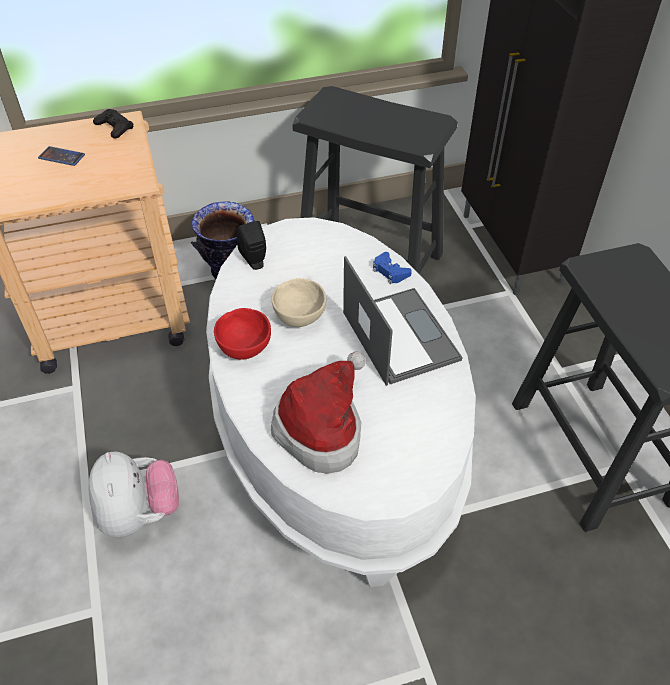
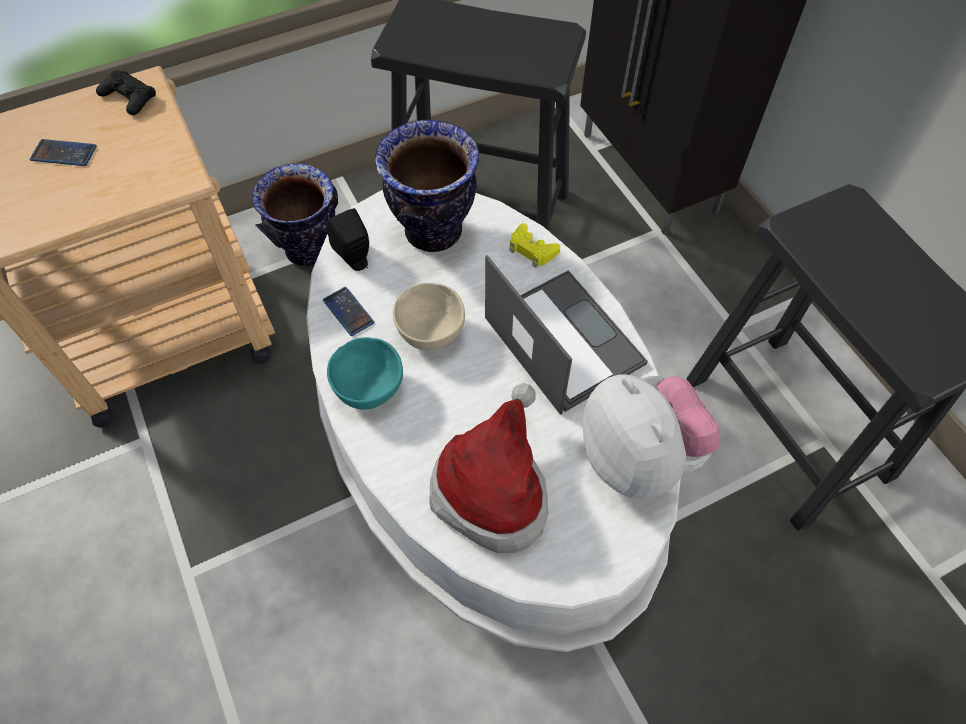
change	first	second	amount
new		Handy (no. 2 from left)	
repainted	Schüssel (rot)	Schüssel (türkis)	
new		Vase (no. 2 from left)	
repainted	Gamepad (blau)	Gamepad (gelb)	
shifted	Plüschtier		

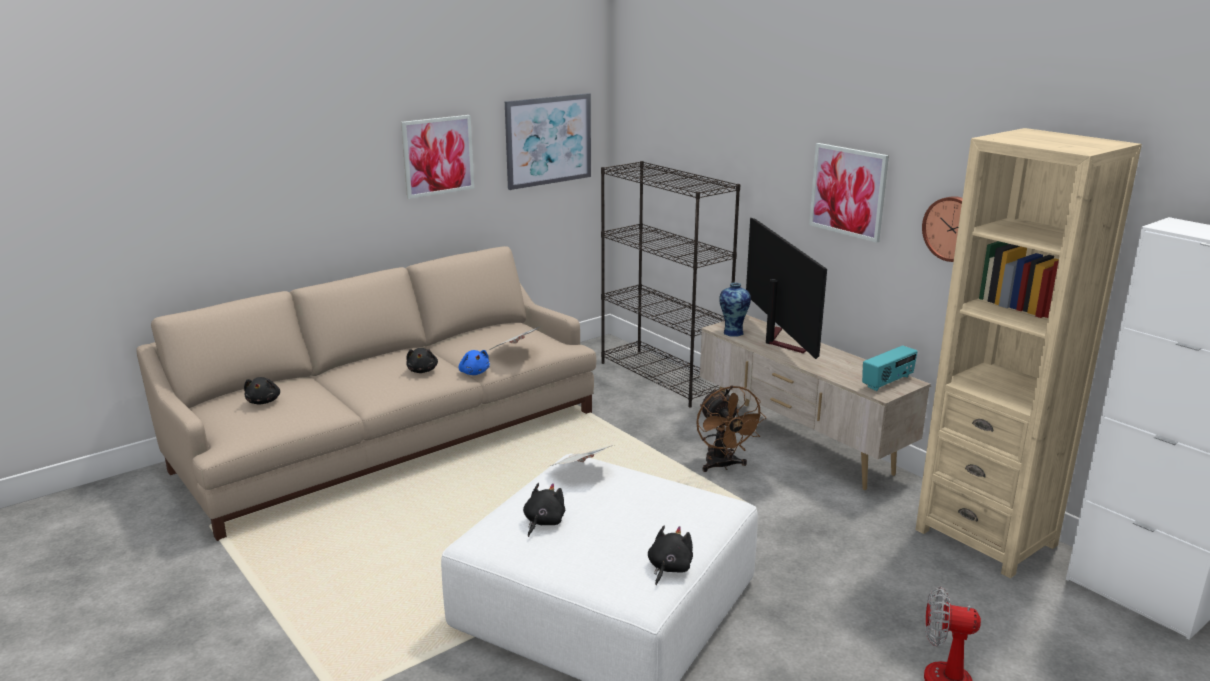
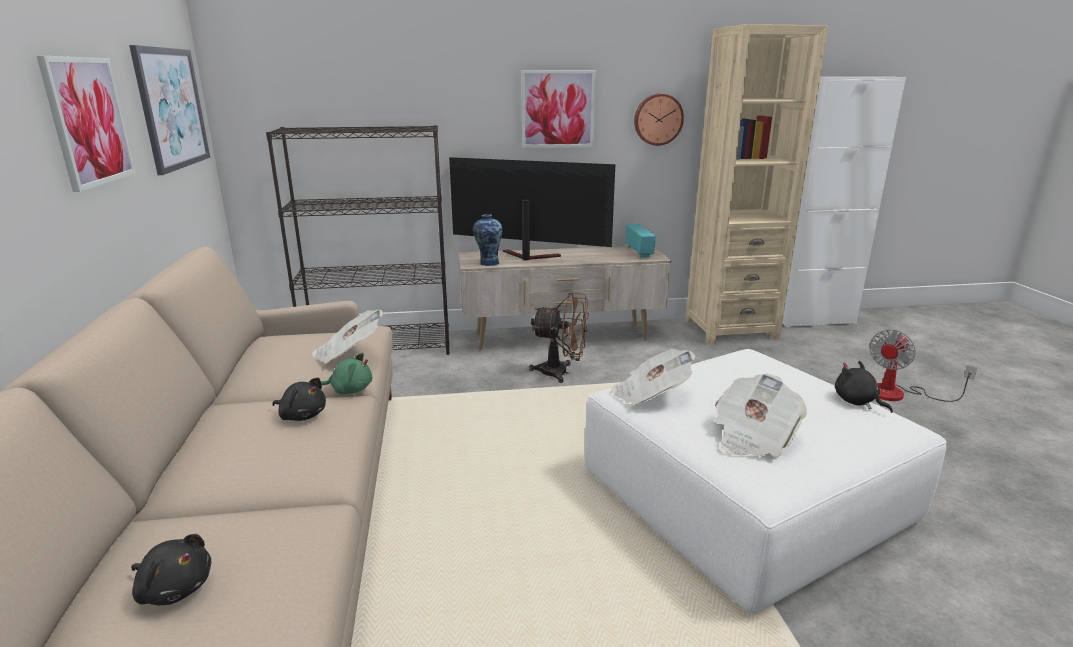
change	first	second	amount
repainted	Plüschtier (blau)	Plüschtier (grün)	
swapped	Plüschtier (schwarz) (no. 3 from left)	Zeitung (no. 3 from left)	

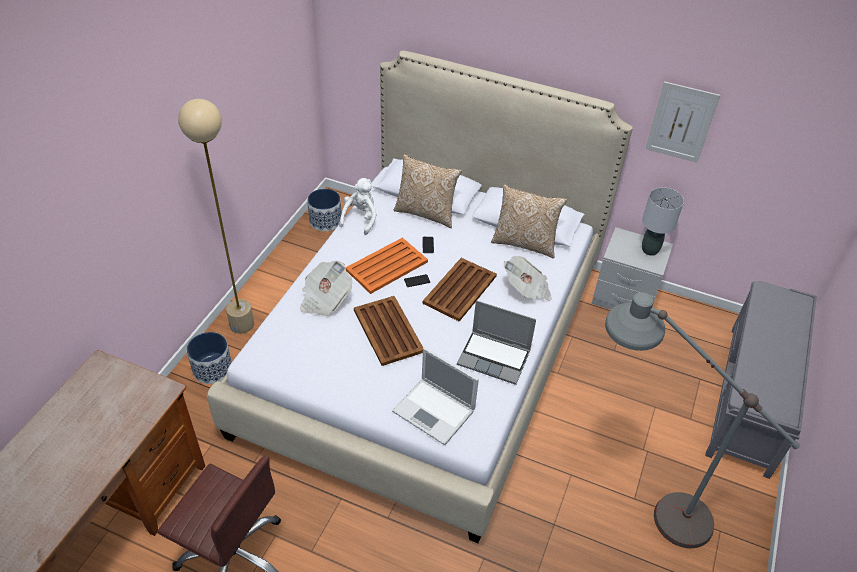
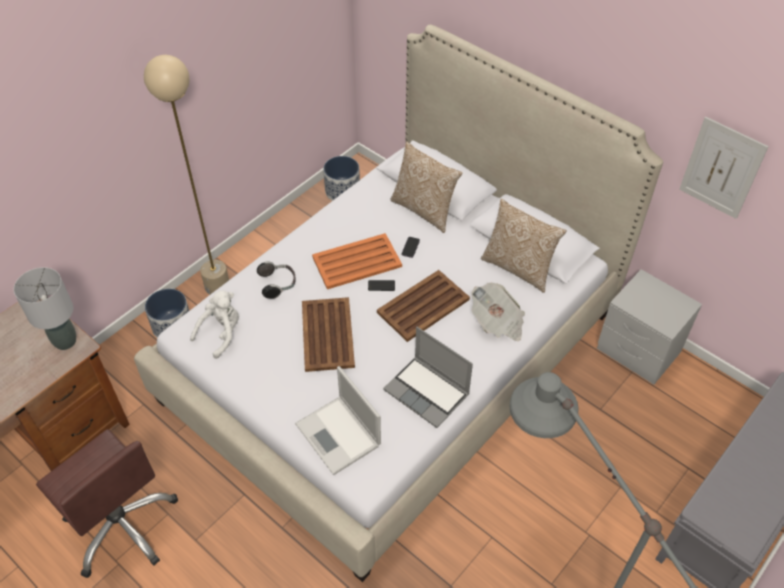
change	first	second	amount
shifted	Tischlampe (grau)		
shifted	Plüschtier (weiß)		
swapped	Zeitung (no. 1 from left)	Kopfhörer	

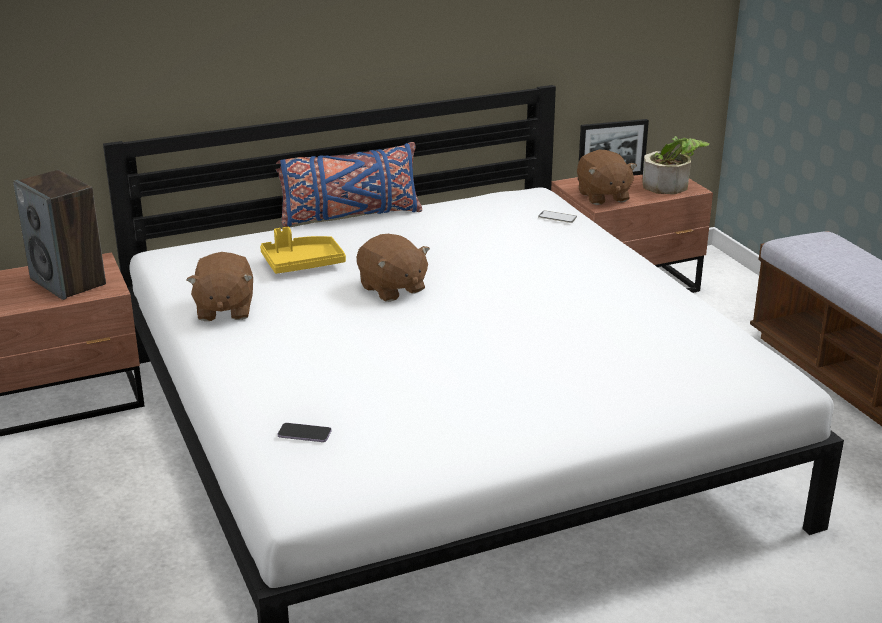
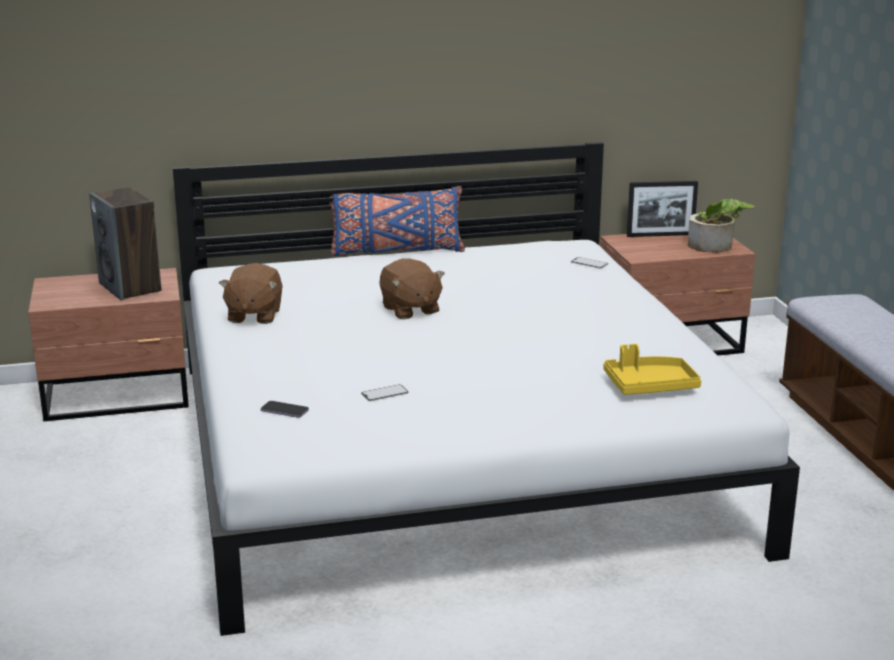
change	first	second	amount
new		Handy (no. 2 from left)	
shifted	Tablett (gelb)		
gone	Plüschtier (braun) (no. 3 from left)		

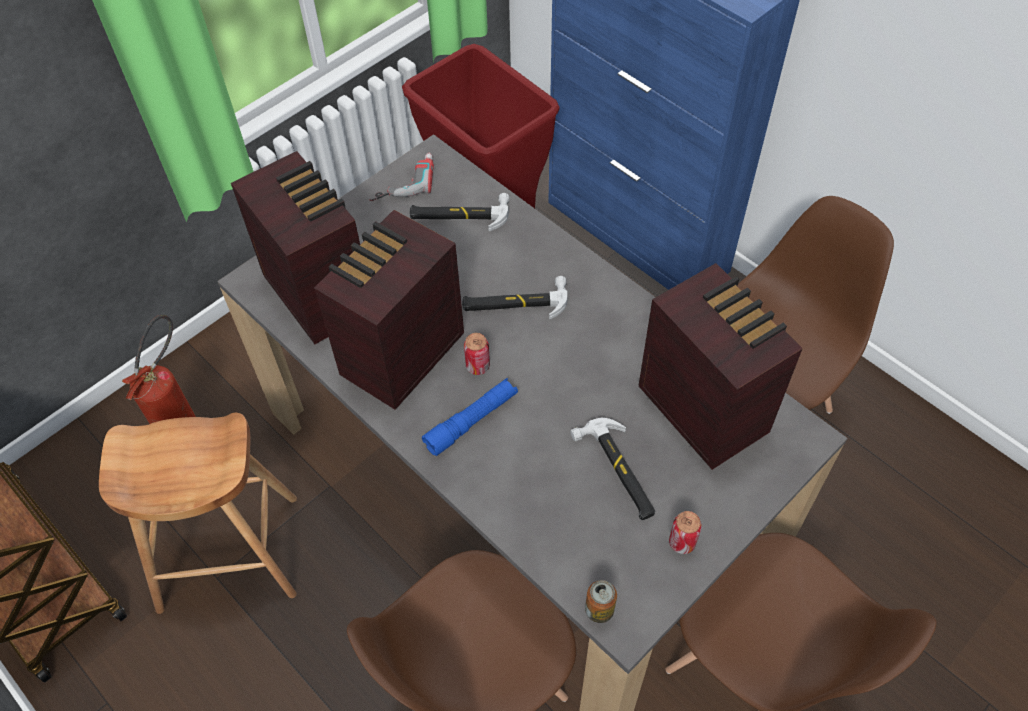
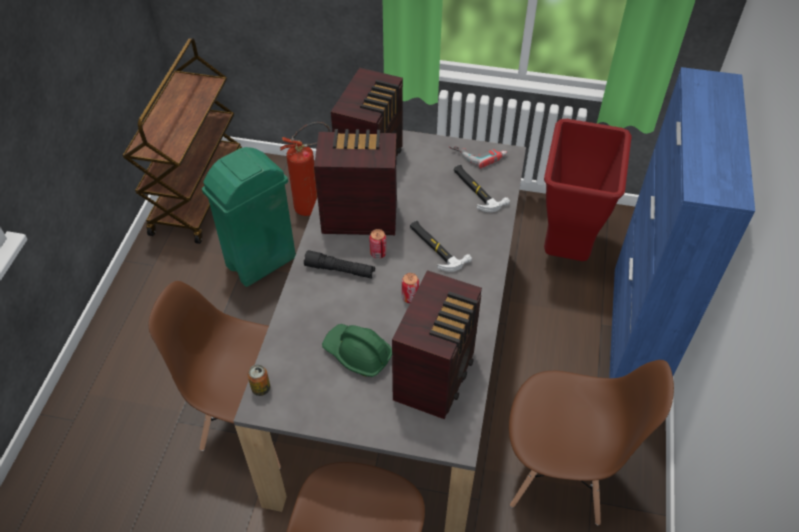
change	first	second	amount
swapped	Hocker (braun)	Mülleimer (grün)	
repainted	Taschenlampe (blau)	Taschenlampe (schwarz)	
swapped	Hammer (no. 3 from left)	Schutzhelm (grün)	
shifted	Dose (no. 3 from left)		

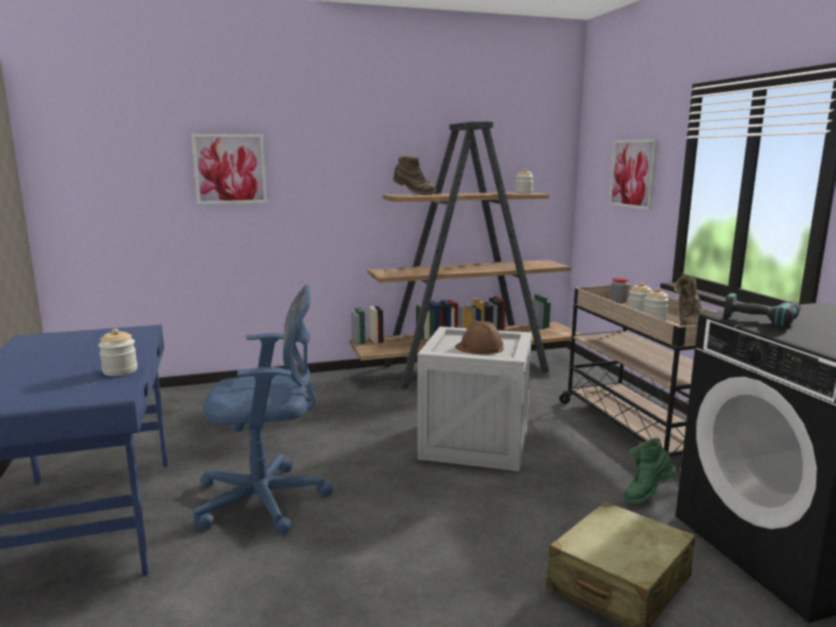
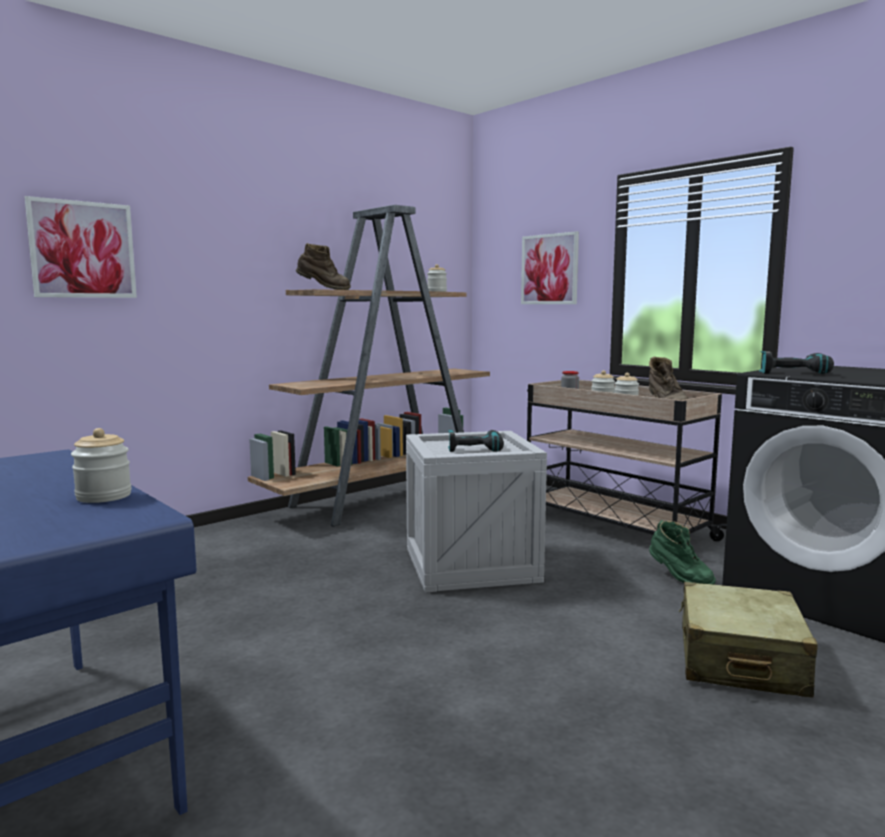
change	first	second	amount
swapped	Schutzhelm (braun)	Bohrmaschine (no. 1 from left)	
rotated	Stiefel (grün)		75 degrees counterclockwise
gone	Bürostuhl (blau)		

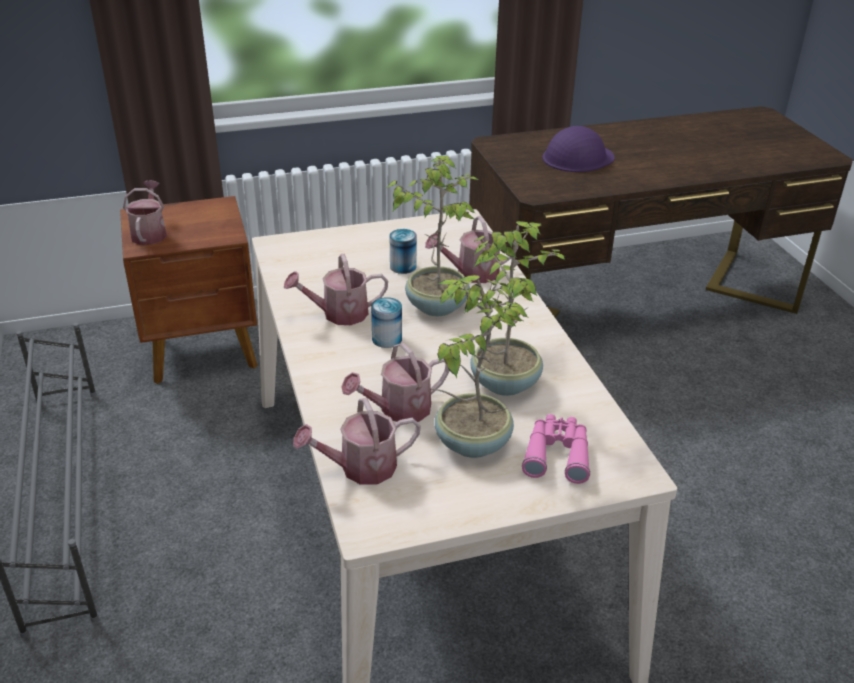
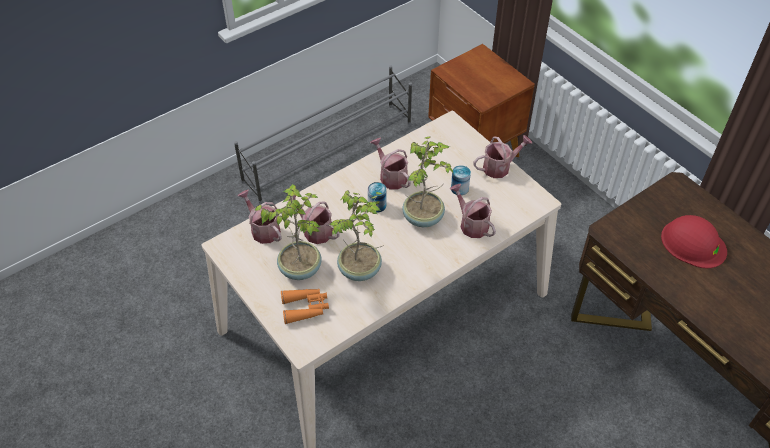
change	first	second	amount
repainted	Fernglas (rosa)	Fernglas (orange)	
shifted	Gießkanne (no. 1 from left in the first image)	Gießkanne (no. 5 from left)	
repainted	Schutzhelm (lila)	Schutzhelm (rot)	

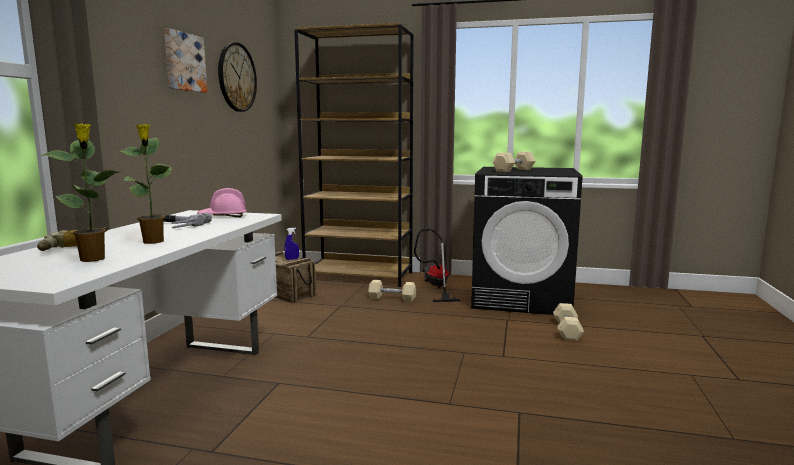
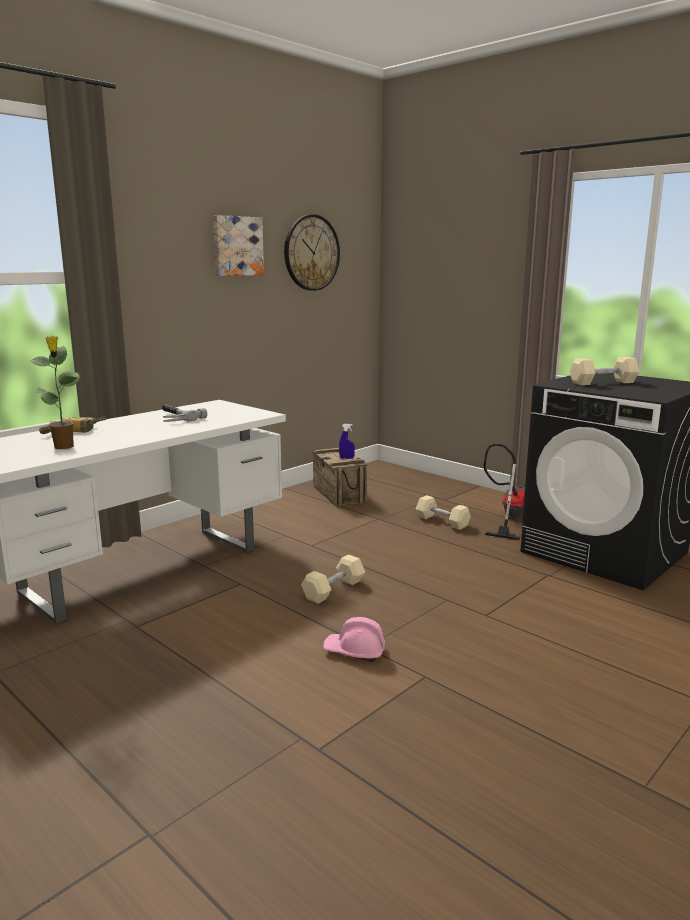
change	first	second	amount
shifted	Hantel (beige) (no. 3 from left in the first image)	Hantel (beige) (no. 1 from left)	
shifted	Schutzhelm (rosa)		
gone	Topfpflanze (no. 2 from left)		
gone	Bücherregal (braun)		

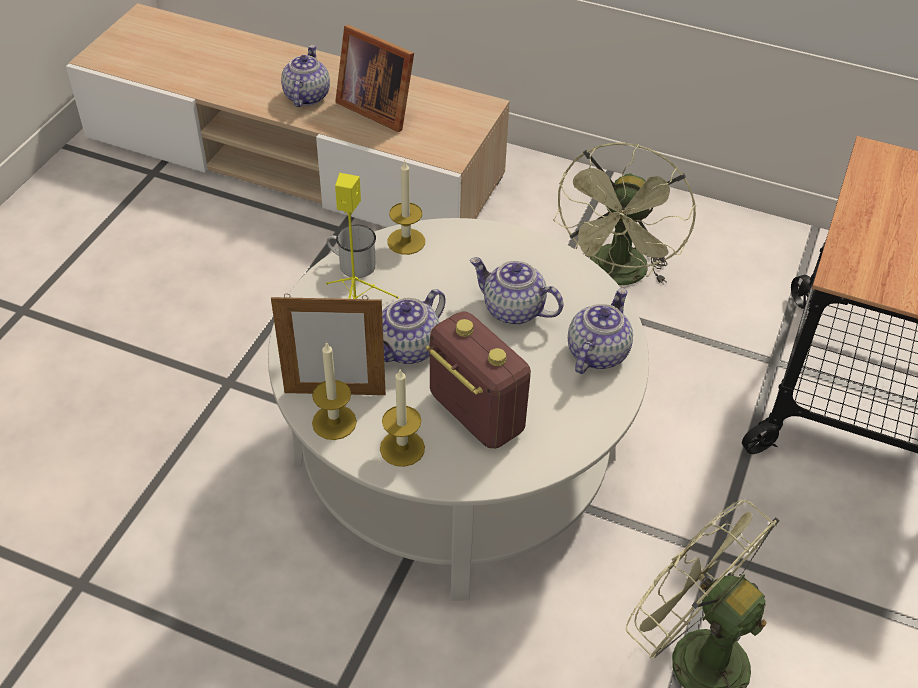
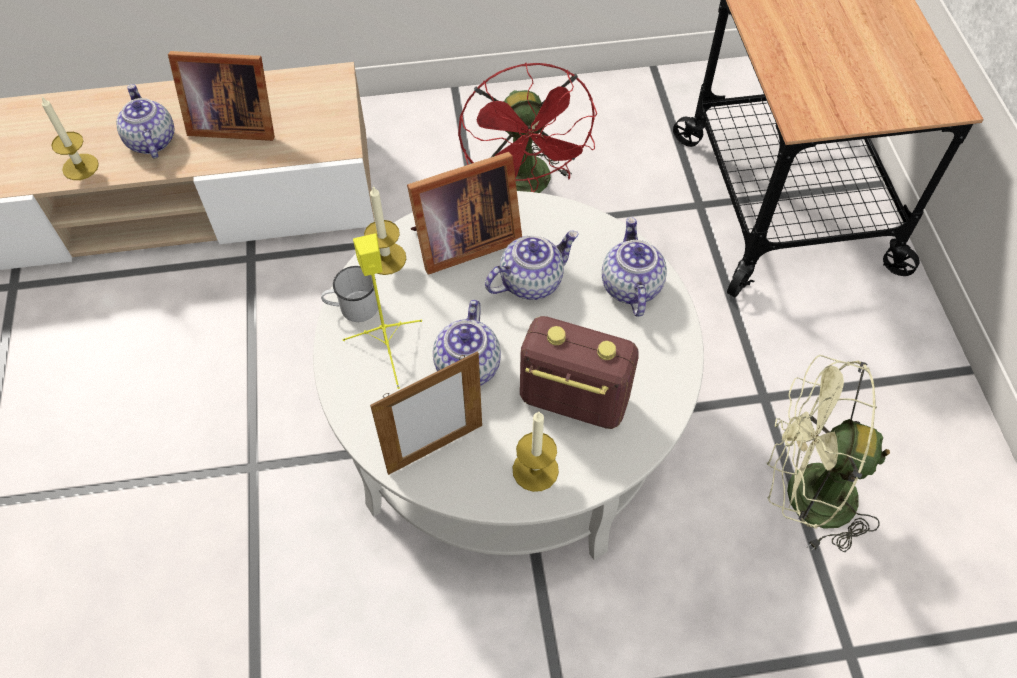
change	first	second	amount
shifted	Kerze (no. 1 from left)		
new		Bilderrahmen (no. 3 from left)	
repainted	Ventilator (grün) (no. 1 from left)	Ventilator (rot)	
rotated	Teekanne (no. 3 from left)		150 degrees clockwise

